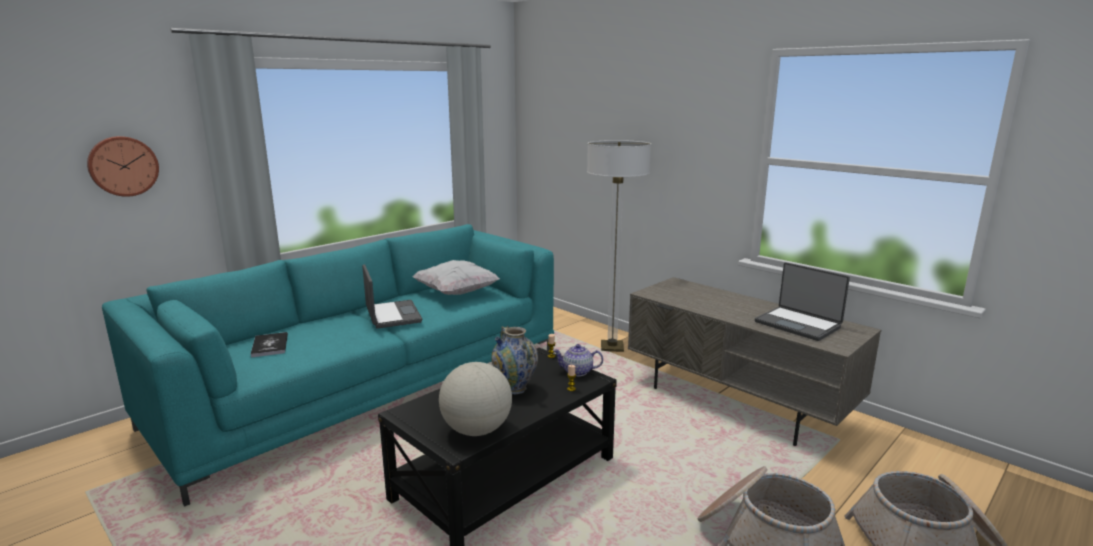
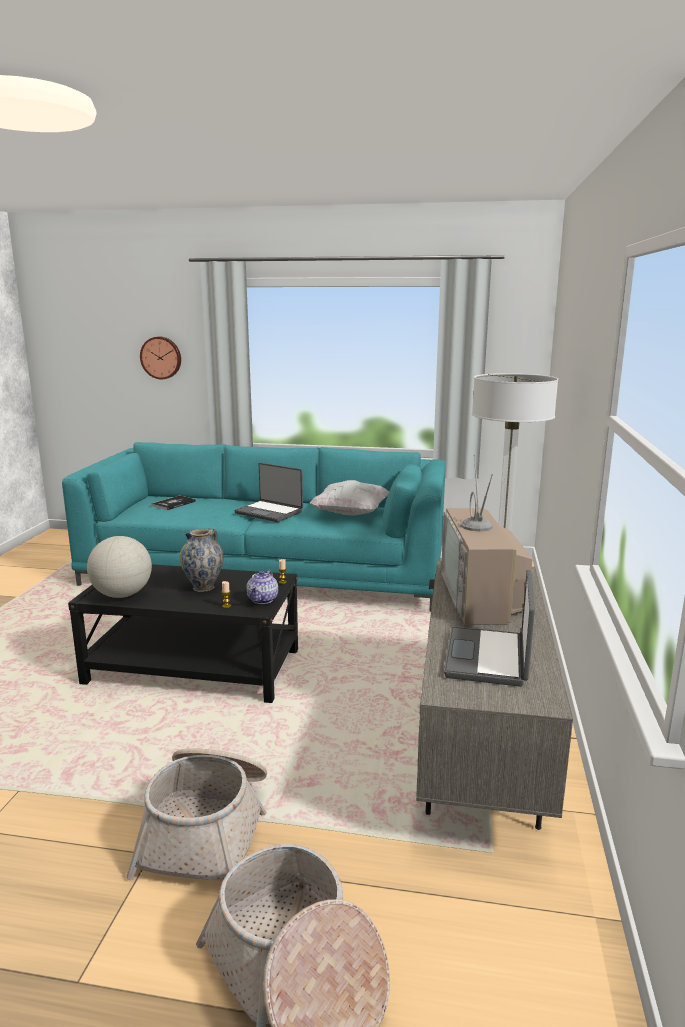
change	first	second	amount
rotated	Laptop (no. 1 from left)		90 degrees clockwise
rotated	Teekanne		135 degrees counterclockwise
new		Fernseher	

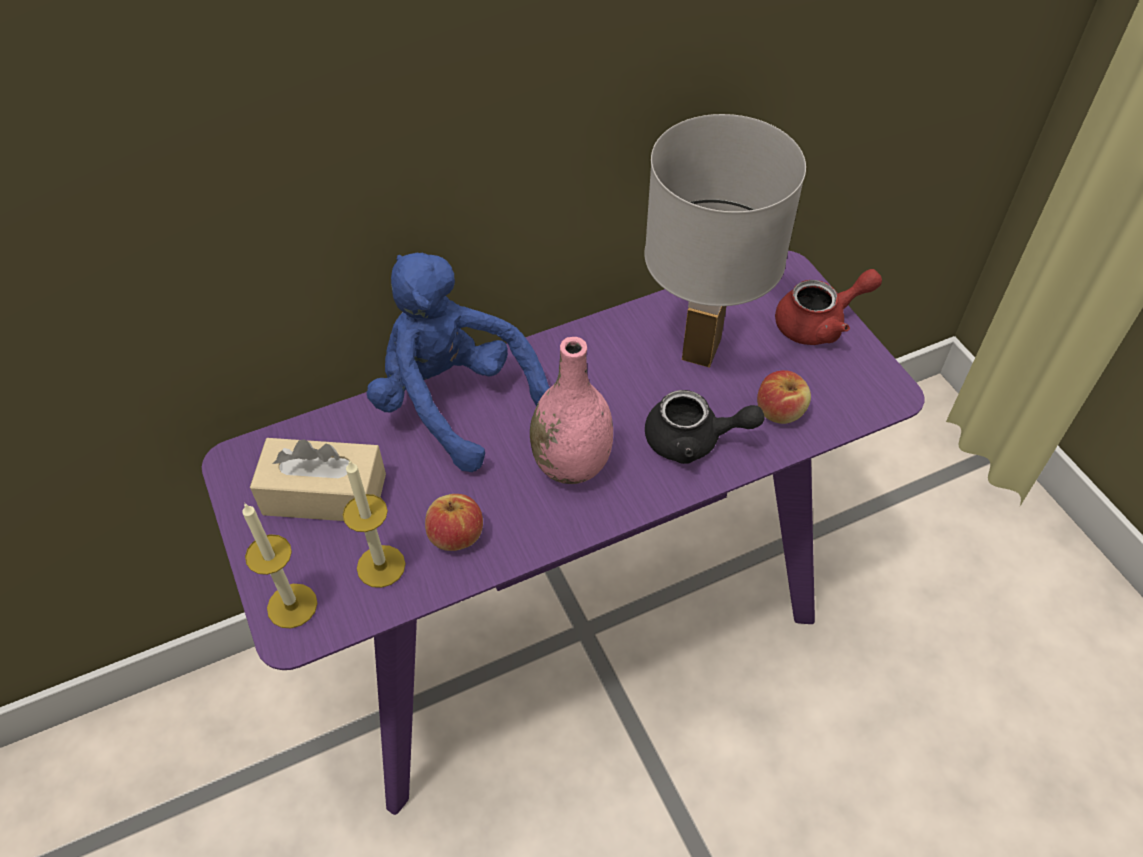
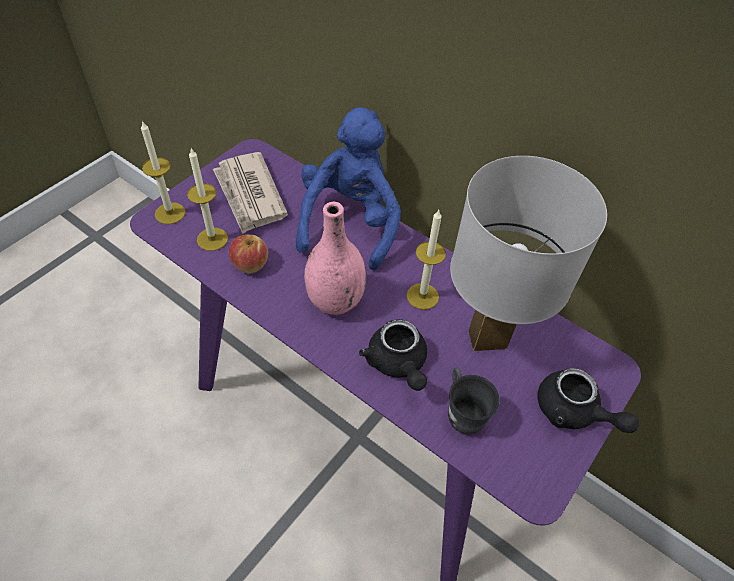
change	first	second	amount
swapped	Taschentuchbox (beige)	Zeitung	
new		Kerze (no. 3 from left)	
swapped	Apfel (no. 2 from left)	Henkelbecher (grau)	
repainted	Teekanne (rot)	Teekanne (schwarz) (no. 2 from left)	

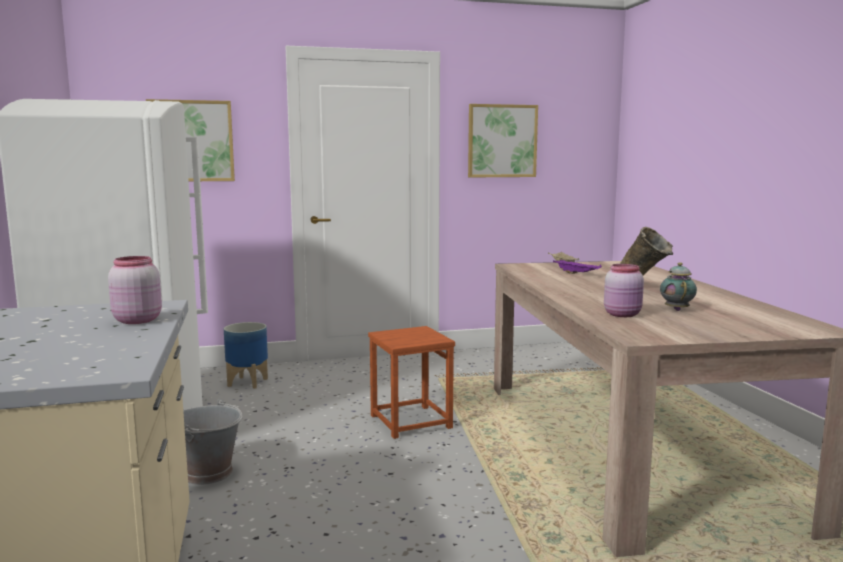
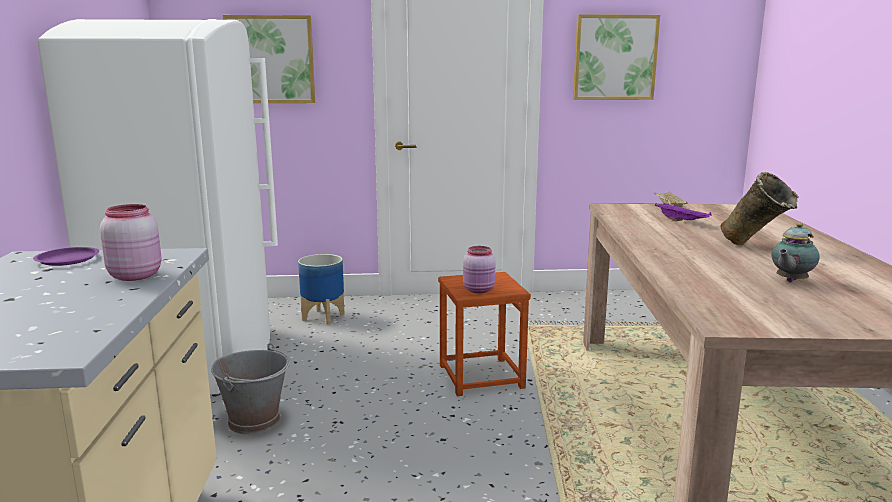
change	first	second	amount
new		Teller (lila)	
shifted	Vorratsglas (rosa) (no. 2 from left)		
rotated	Teekanne		150 degrees counterclockwise

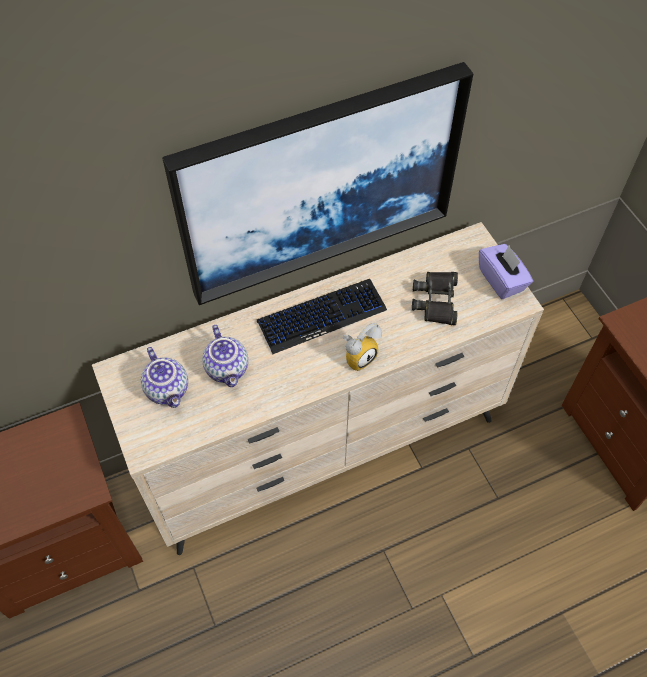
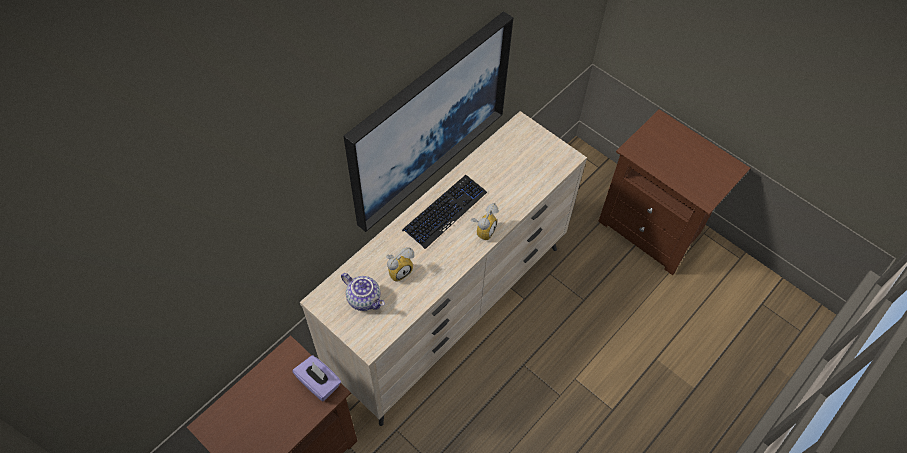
change	first	second	amount
shifted	Taschentuchbox (lila)		
swapped	Teekanne (no. 2 from left)	Wecker (no. 1 from left)	
gone	Fernglas (schwarz)		

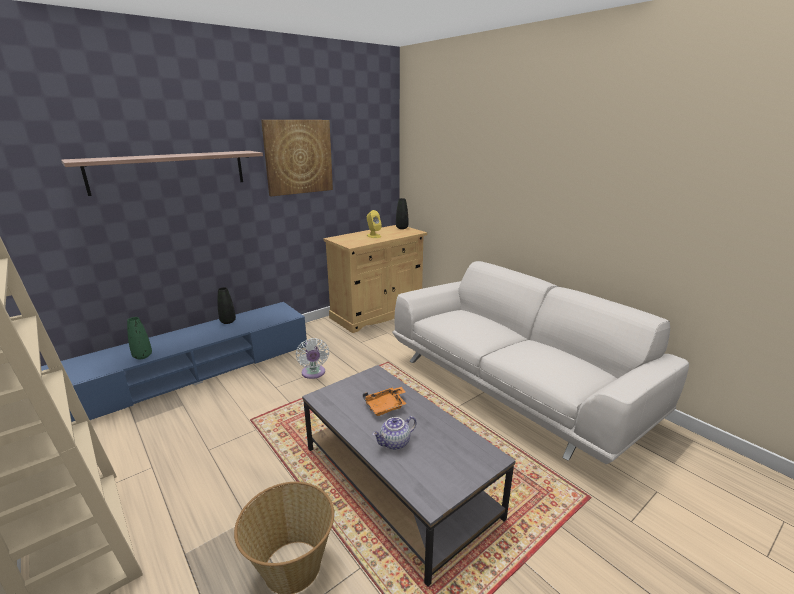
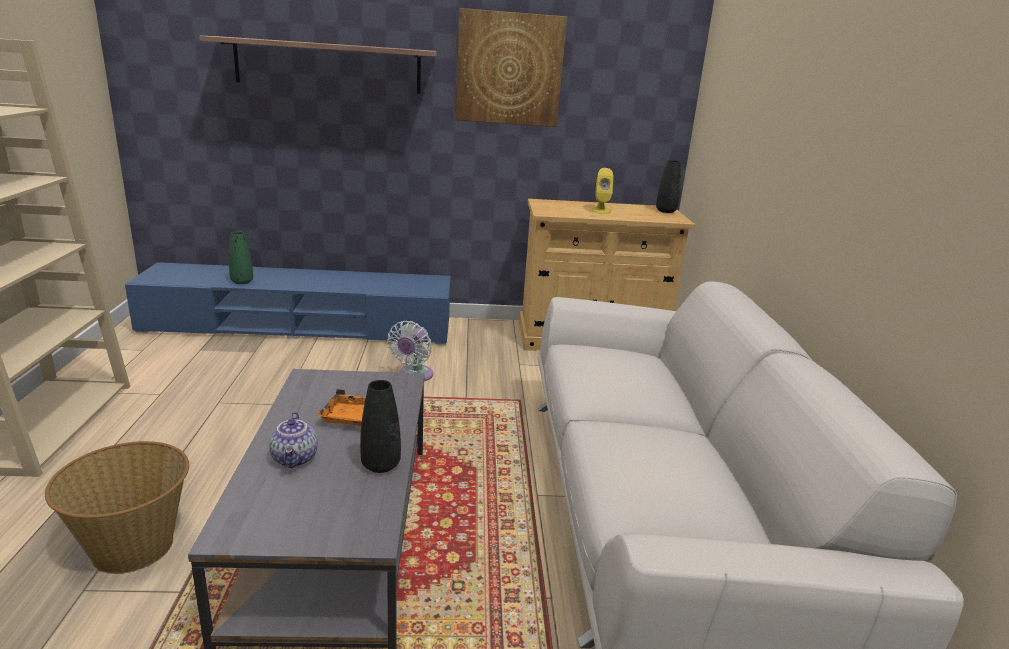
change	first	second	amount
rotated	Teekanne		105 degrees counterclockwise
shifted	Vase (schwarz) (no. 1 from left)		

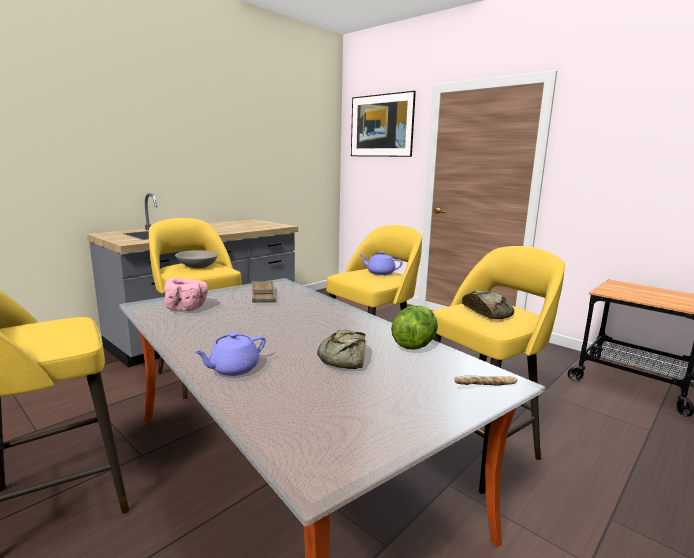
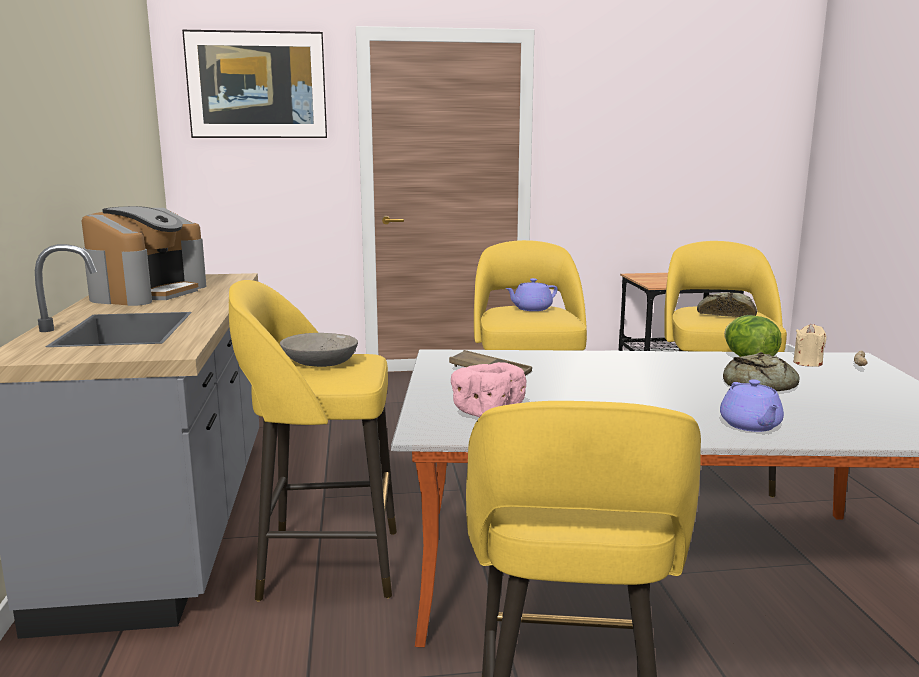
change	first	second	amount
new		Kaffeemaschine	
new		Kerze (beige)	

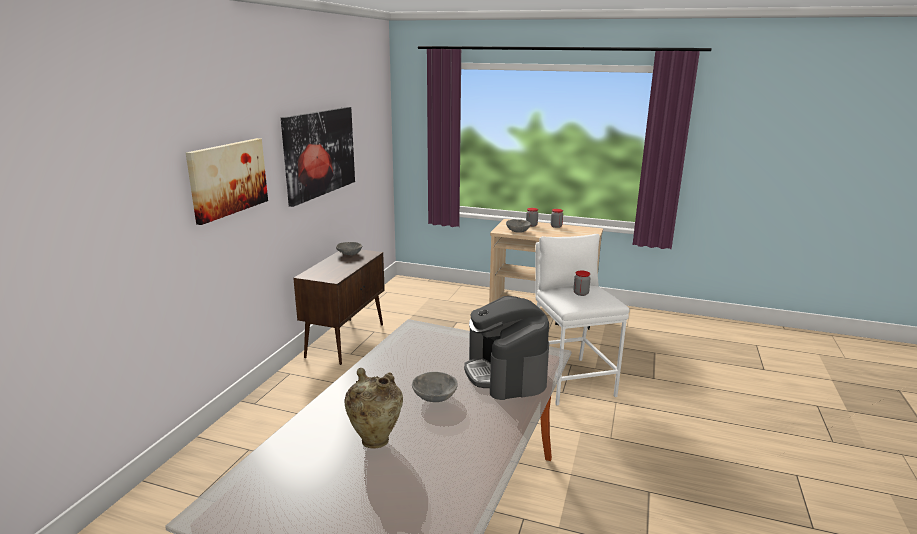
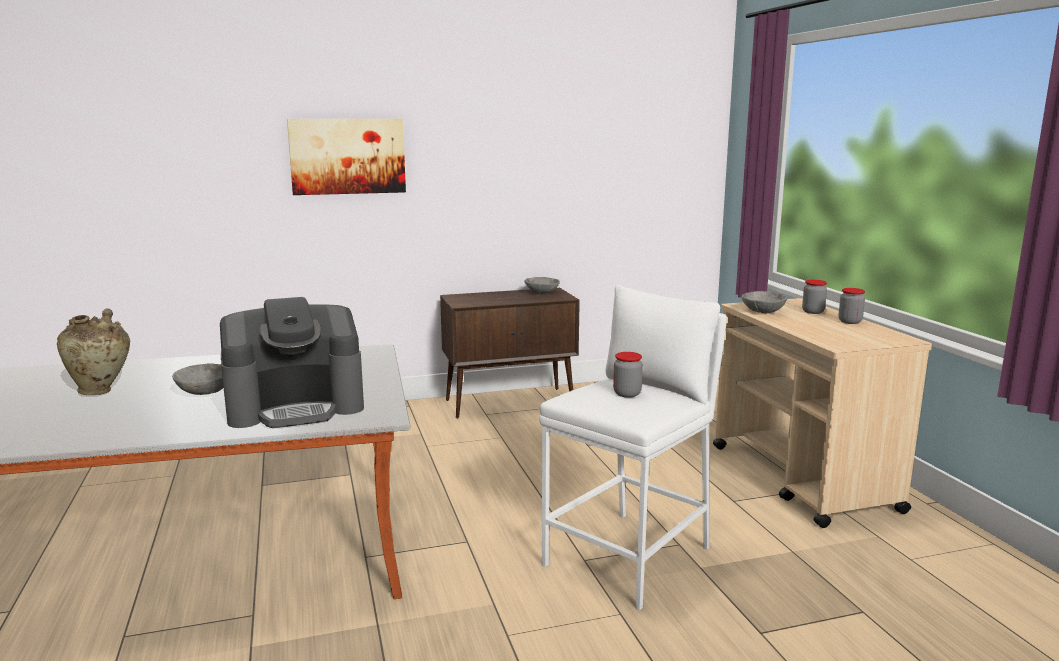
change	first	second	amount
rotated	Kaffeemaschine		150 degrees counterclockwise
gone	Bild (no. 2 from left)		

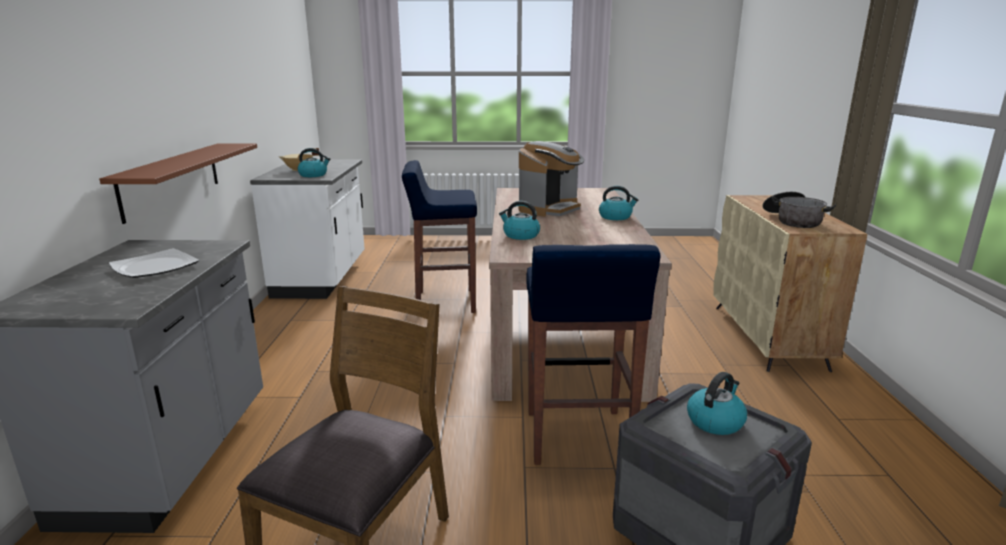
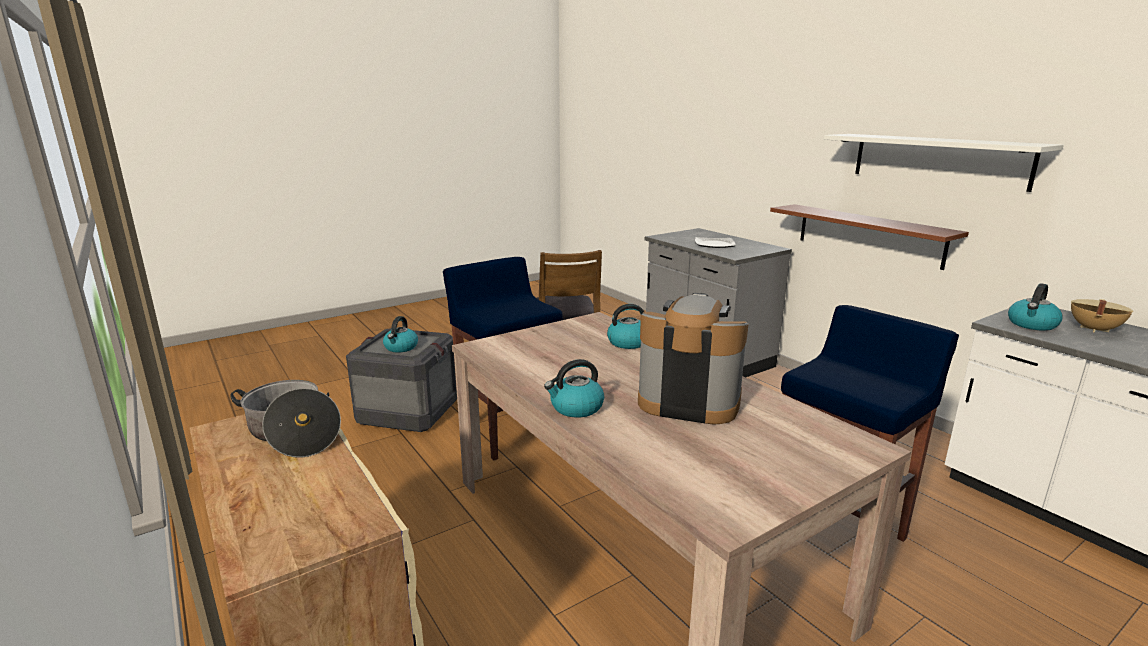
change	first	second	amount
rotated	Kaffeemaschine		105 degrees clockwise
new		Wandregal (weiß)	

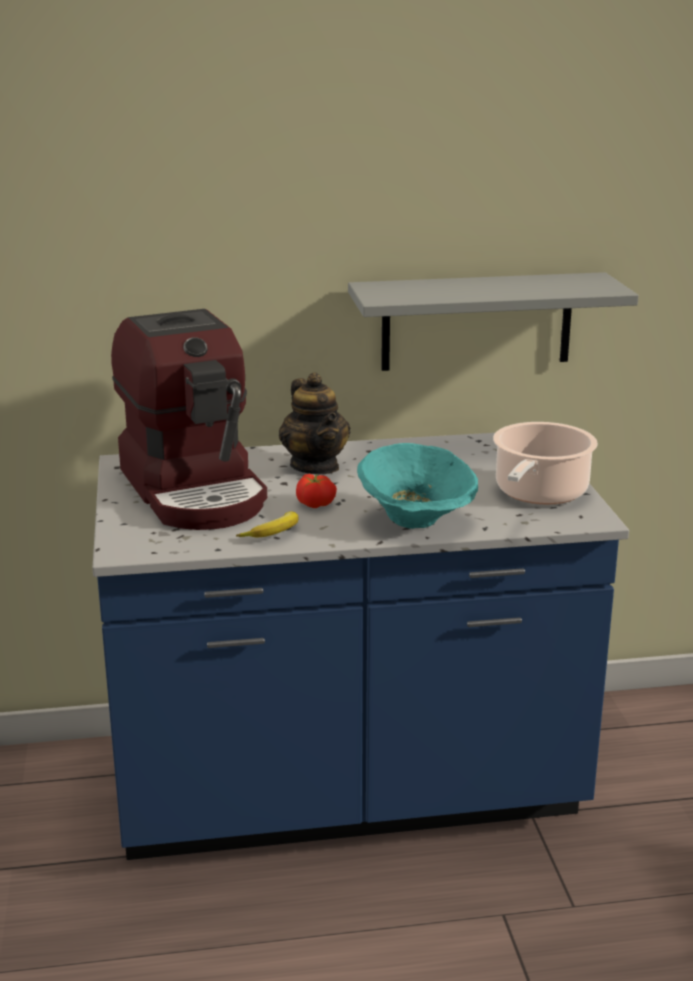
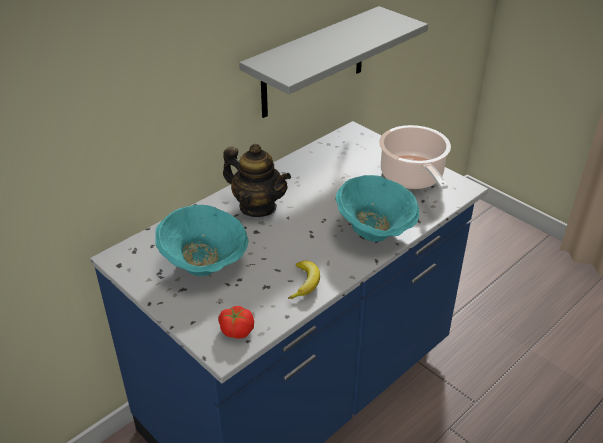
change	first	second	amount
swapped	Kaffeemaschine	Schüssel (türkis) (no. 1 from left)	
shifted	Tomate		

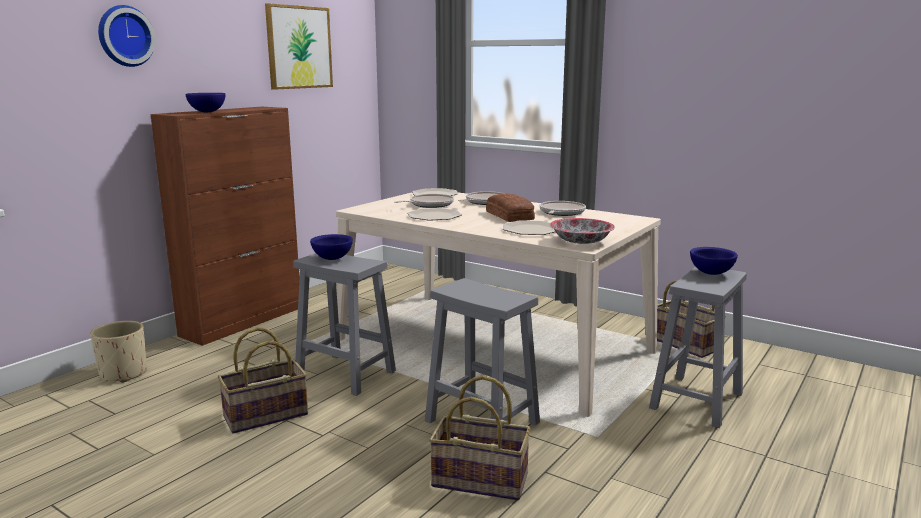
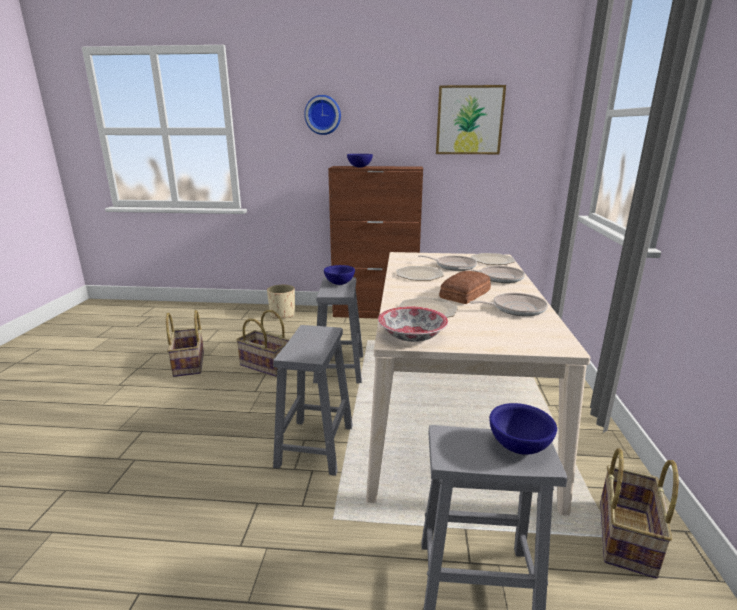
change	first	second	amount
shifted	Korb (no. 2 from left in the first image)	Korb (no. 1 from left)	

